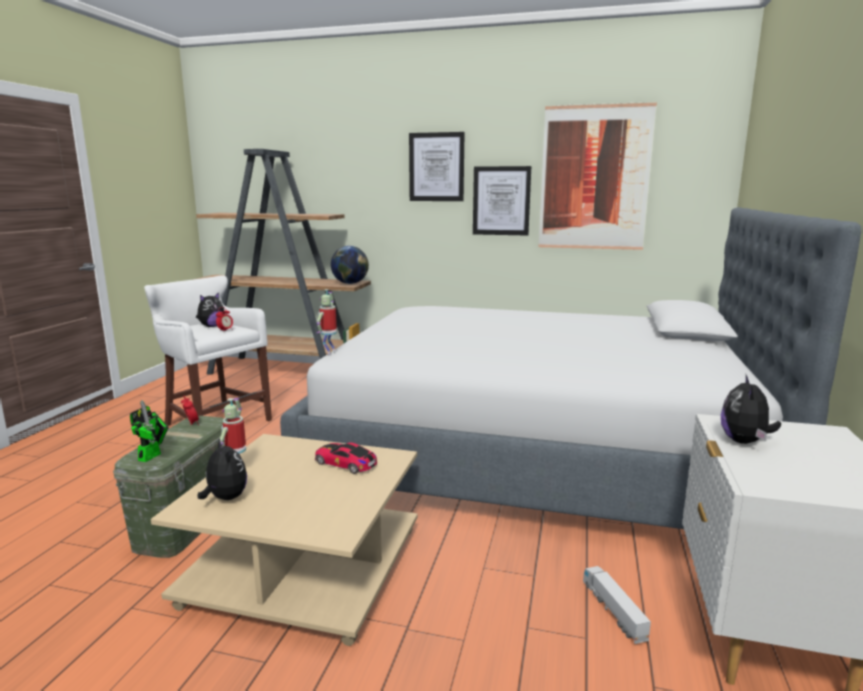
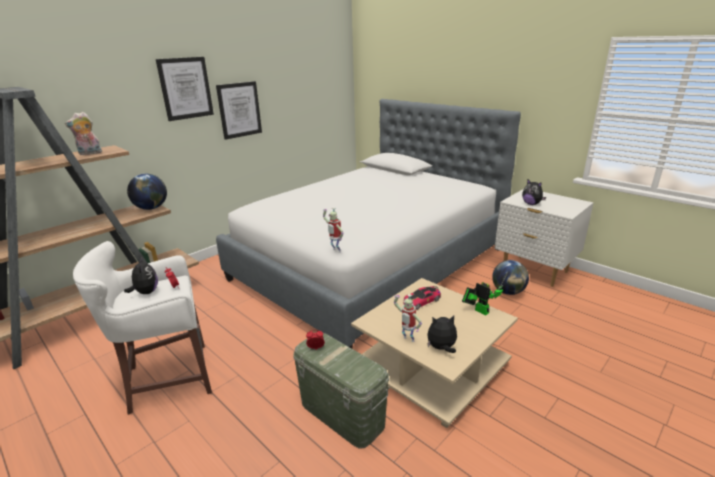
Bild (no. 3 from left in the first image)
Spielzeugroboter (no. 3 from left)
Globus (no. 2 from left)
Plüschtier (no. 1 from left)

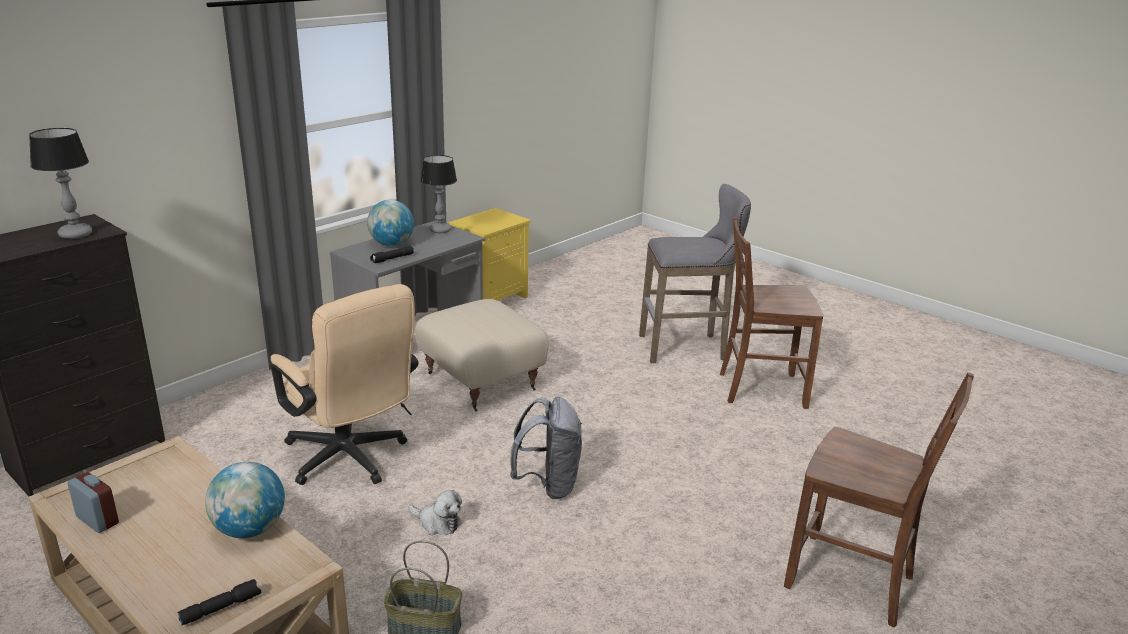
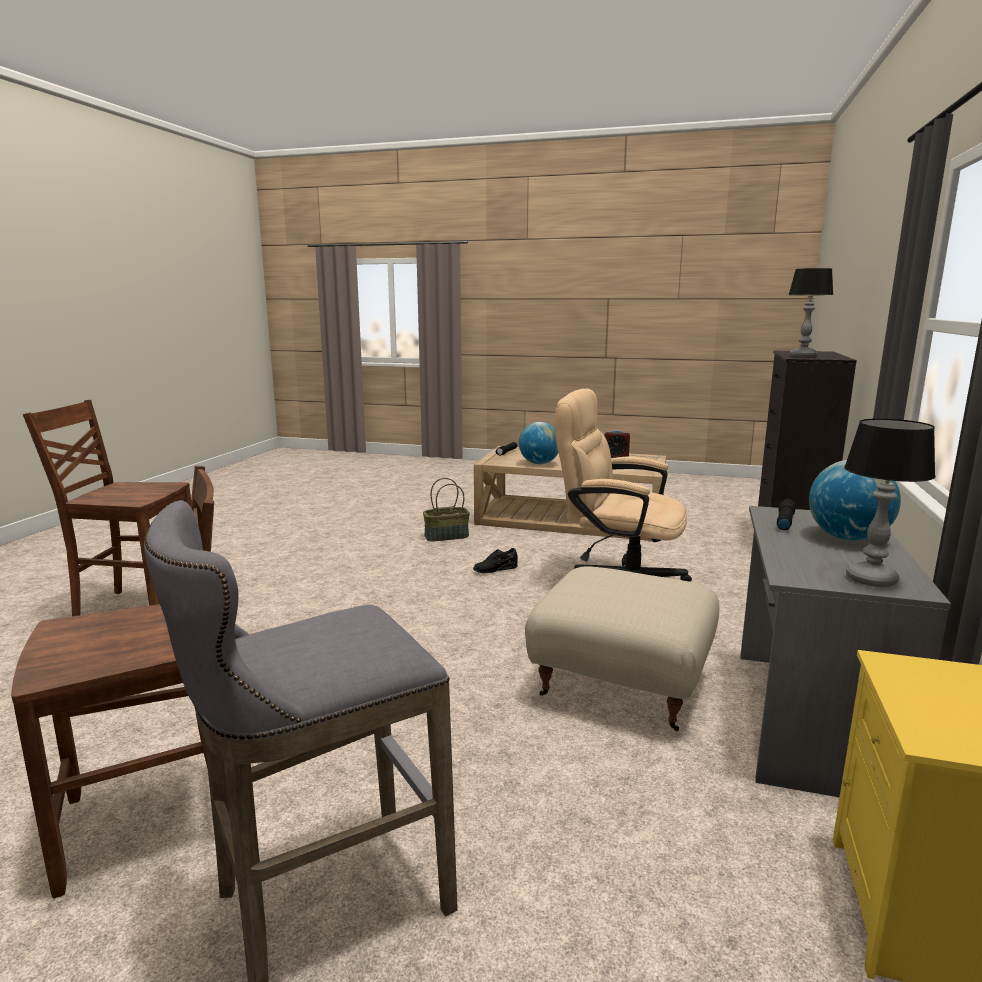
Rucksack (grau)
Schuh (schwarz)

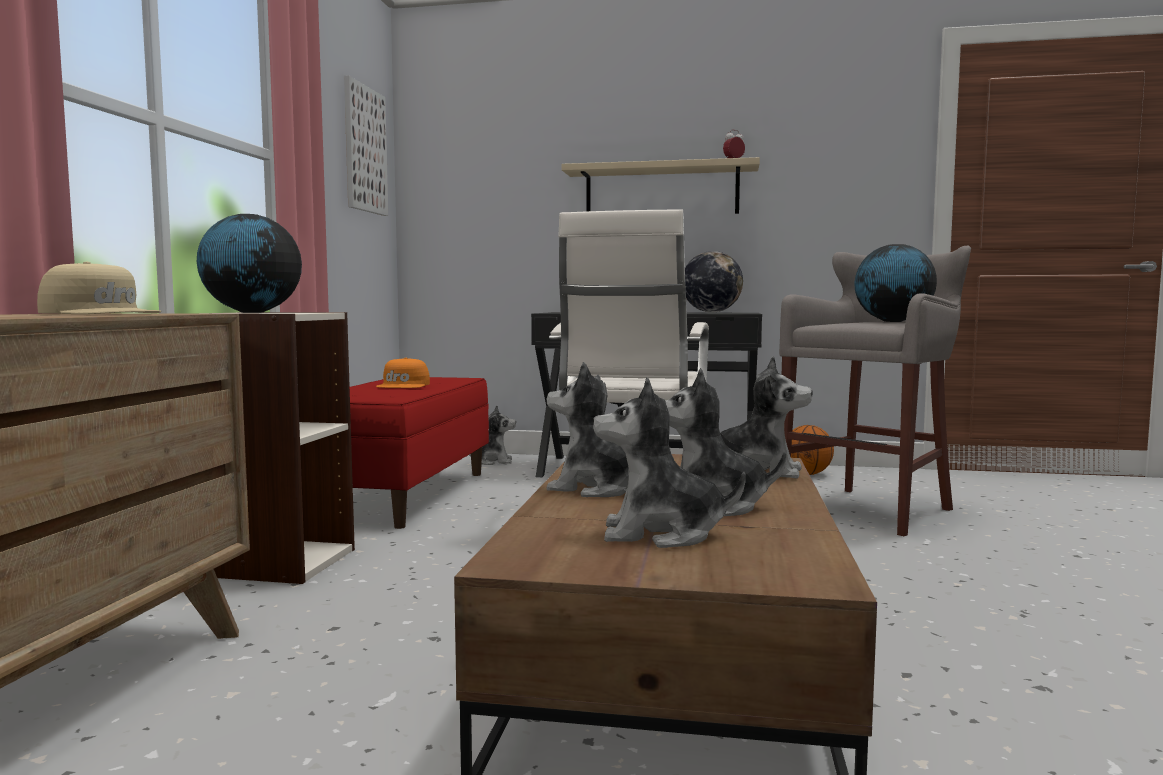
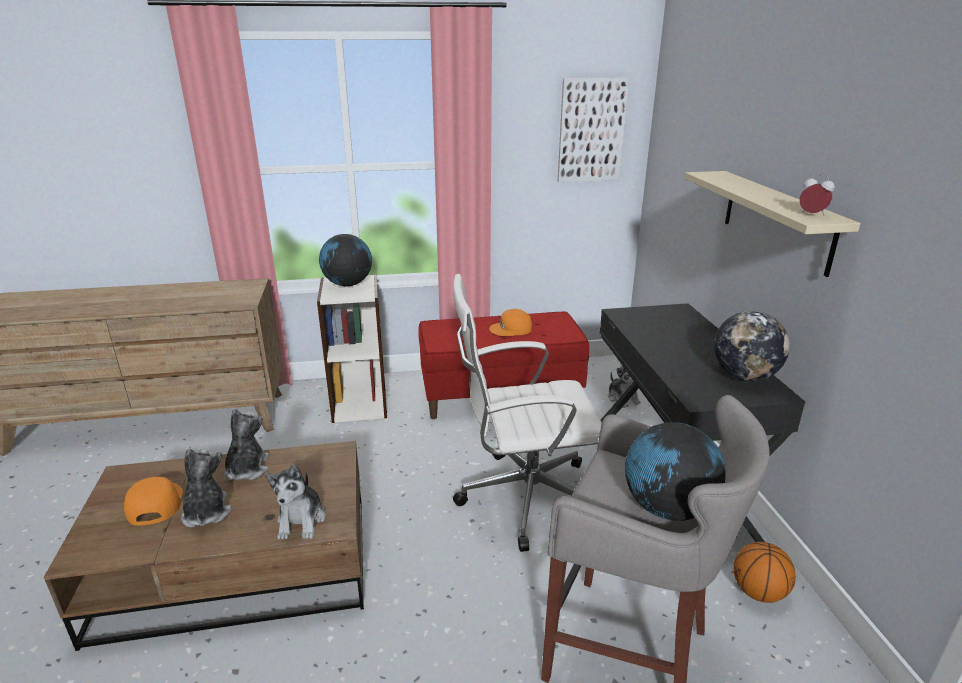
Kappe (beige)
Kappe (orange) (no. 1 from left)

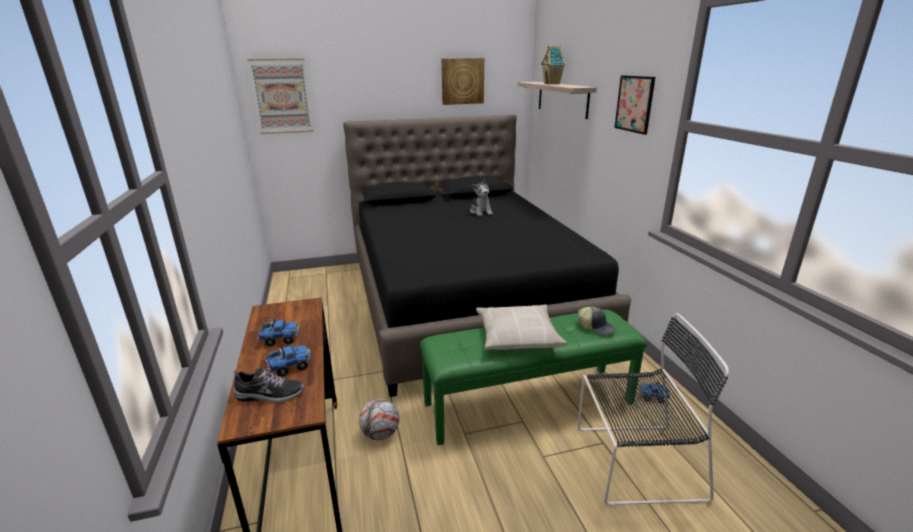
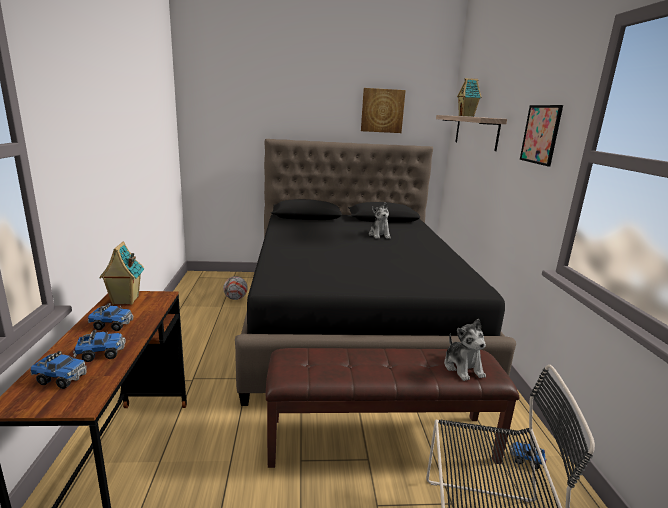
Bild (no. 1 from left in the first image)
Kissen (beige)
Plüschtier (no. 2 from left)
Bank (braun)
Spielzeuglaster (no. 1 from left)
Fußball
Spielzeughaus (no. 1 from left)

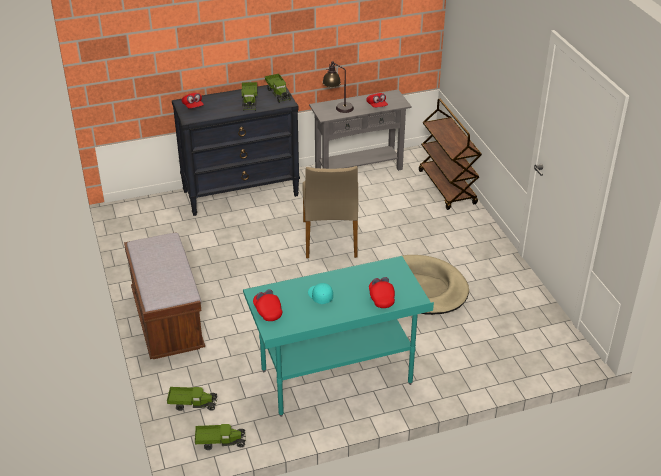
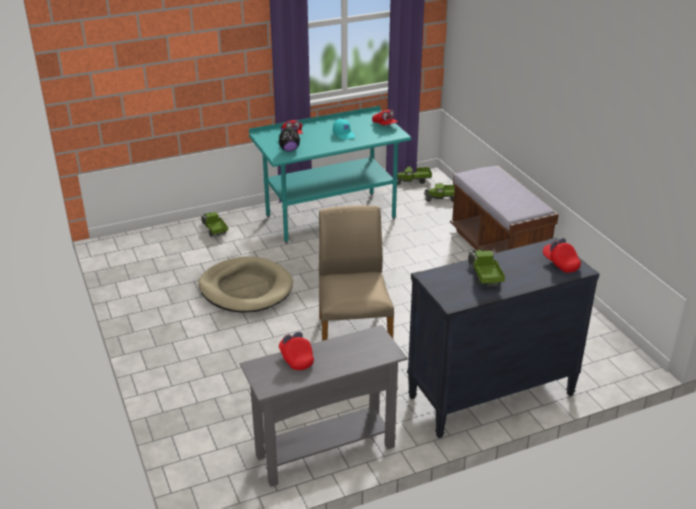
Tischlampe
Spielzeuglaster (no. 1 from left)
Rollwagen (braun)
Plüschtier

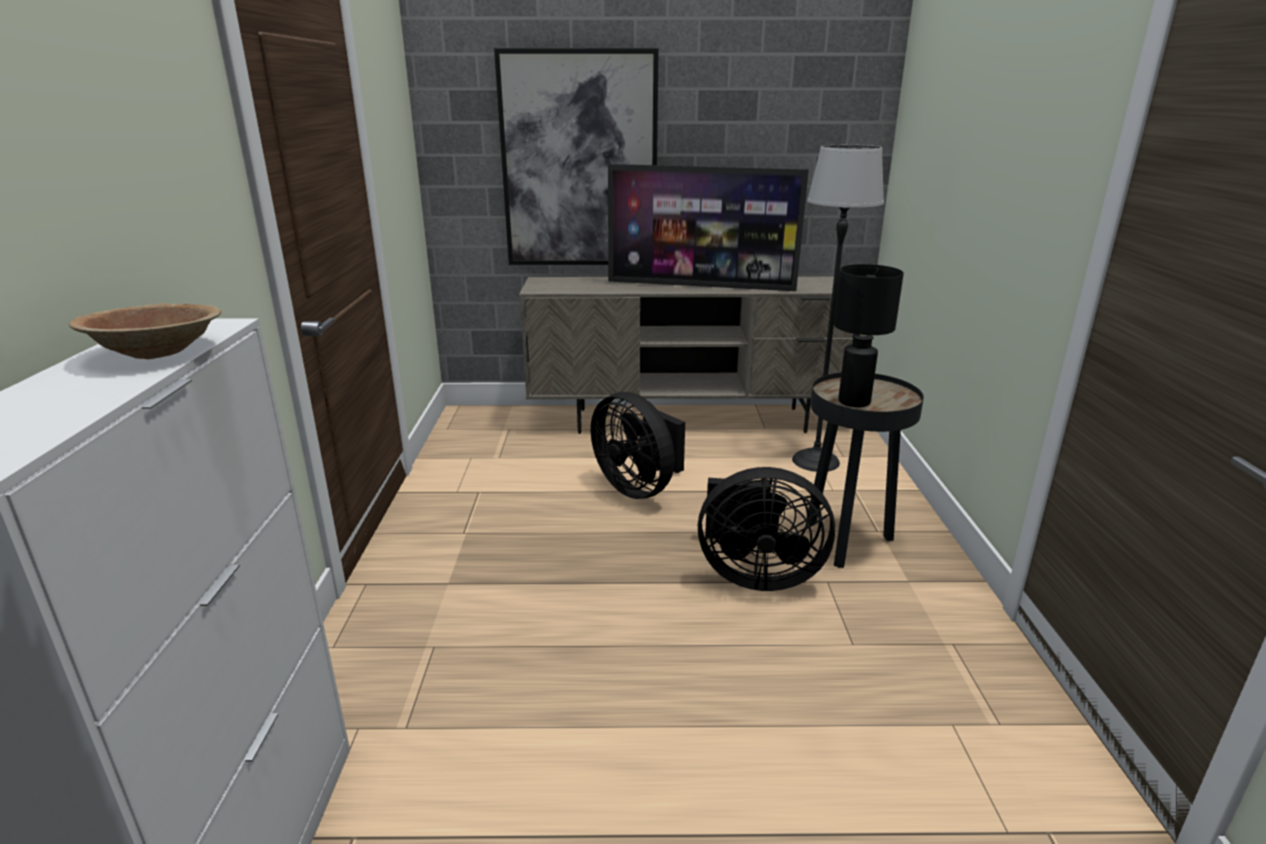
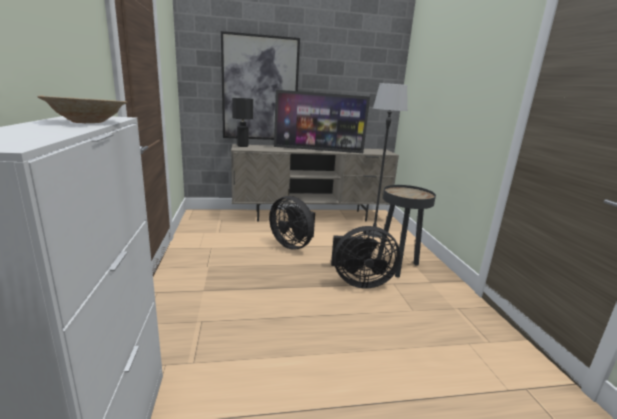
Tischlampe (schwarz)

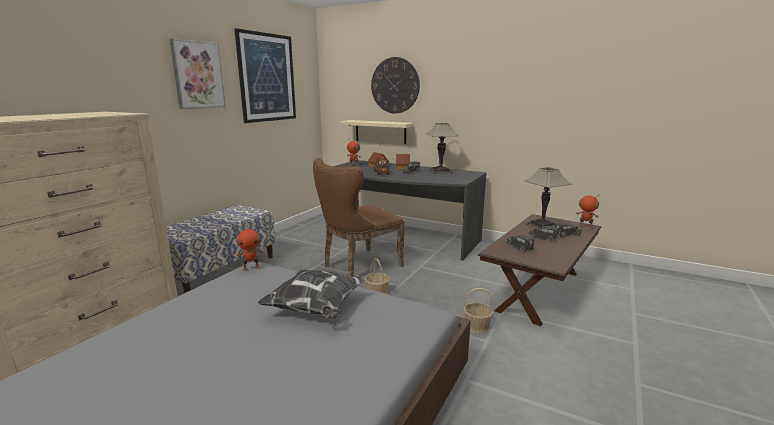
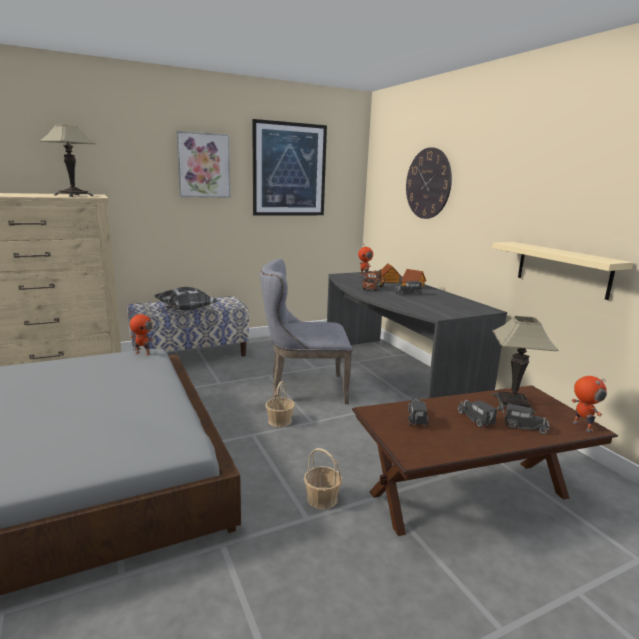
Wandregal (beige)
Tischlampe (no. 1 from left)
Stuhl (grau)
Kissen

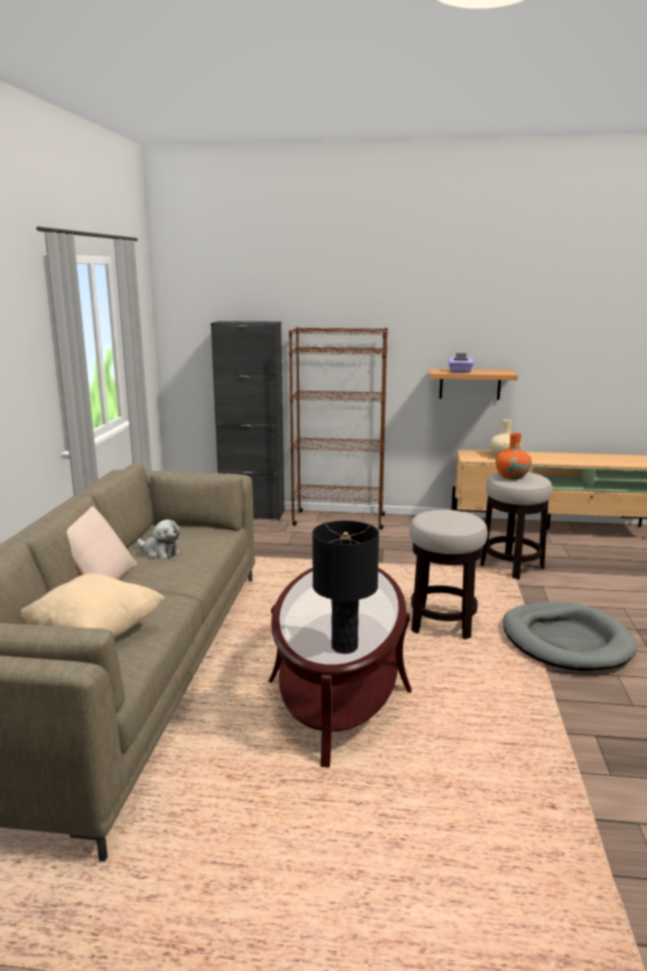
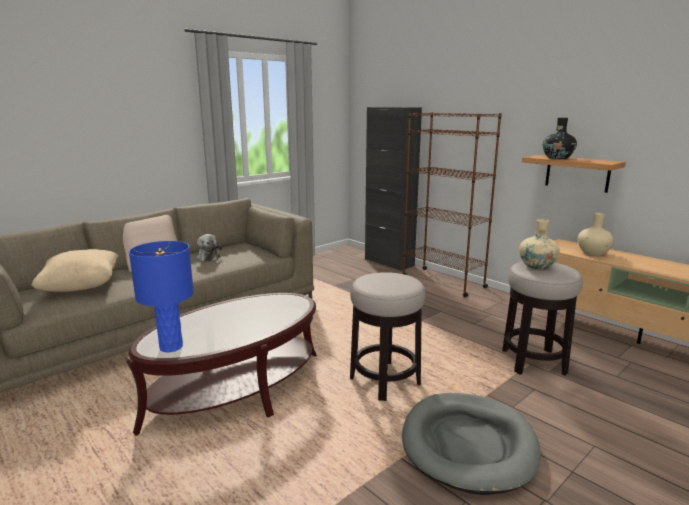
Vase (schwarz)
Vase (beige) (no. 1 from left)
Tischlampe (blau)

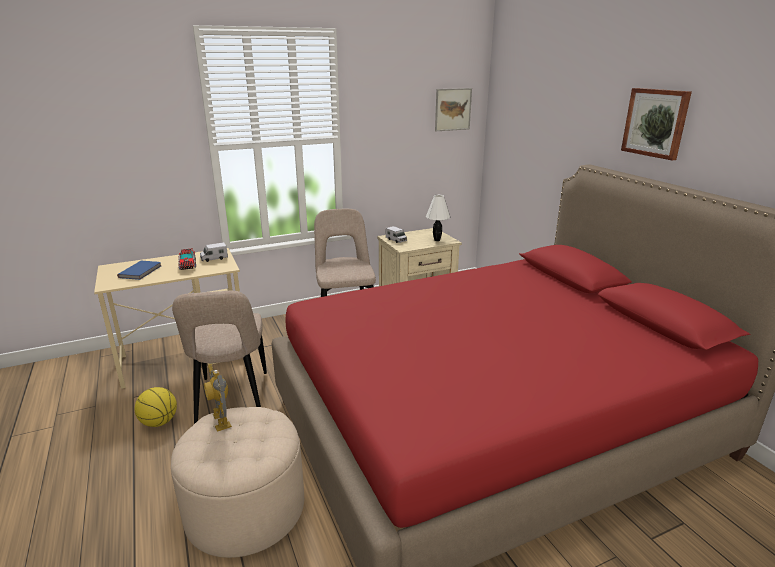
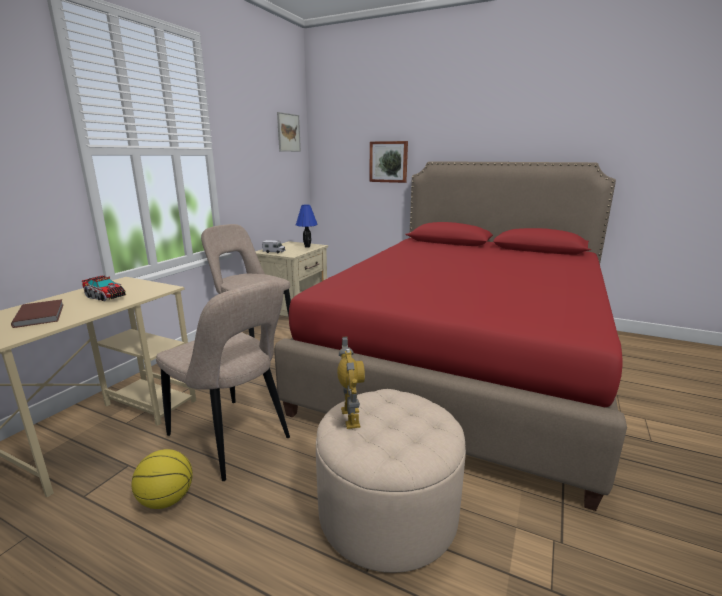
Bild (no. 2 from left)
Tischlampe (blau)
Spielzeuglaster (no. 2 from left in the first image)
Buch (braun)
Spielzeugroboter

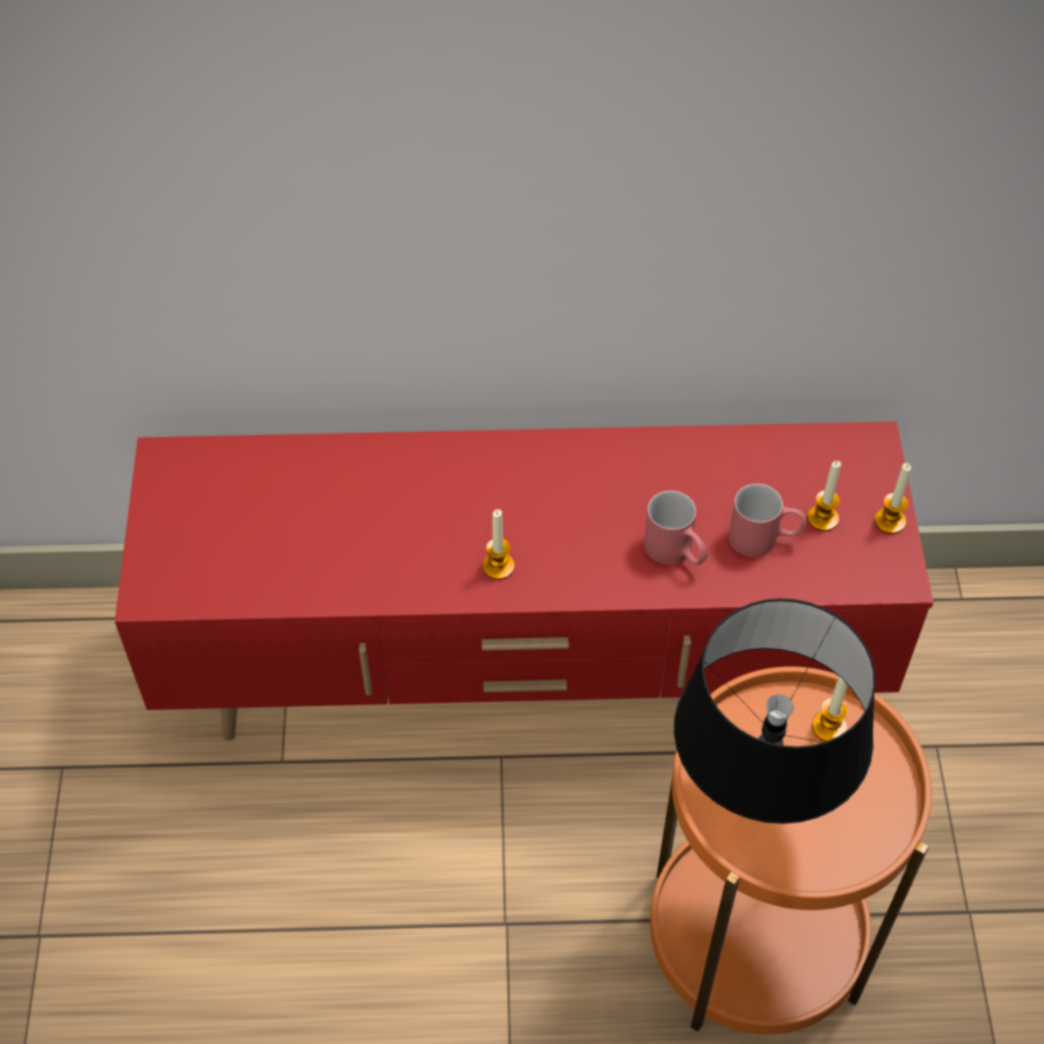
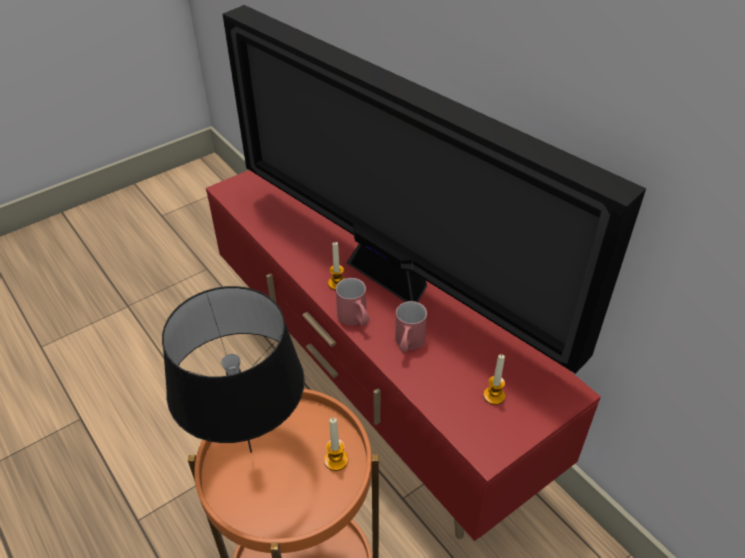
Kerze (no. 4 from left in the first image)
Henkelbecher (rot) (no. 1 from left)
Fernseher

